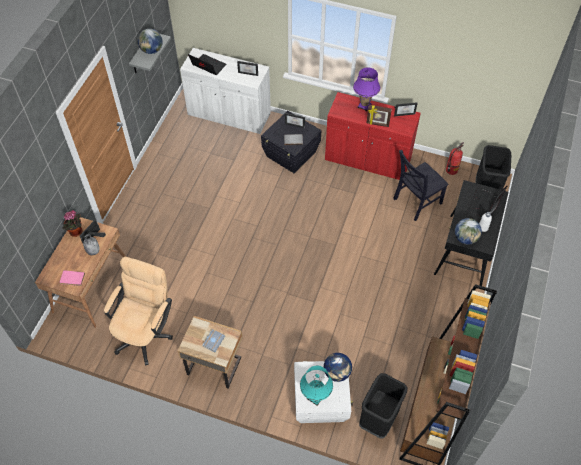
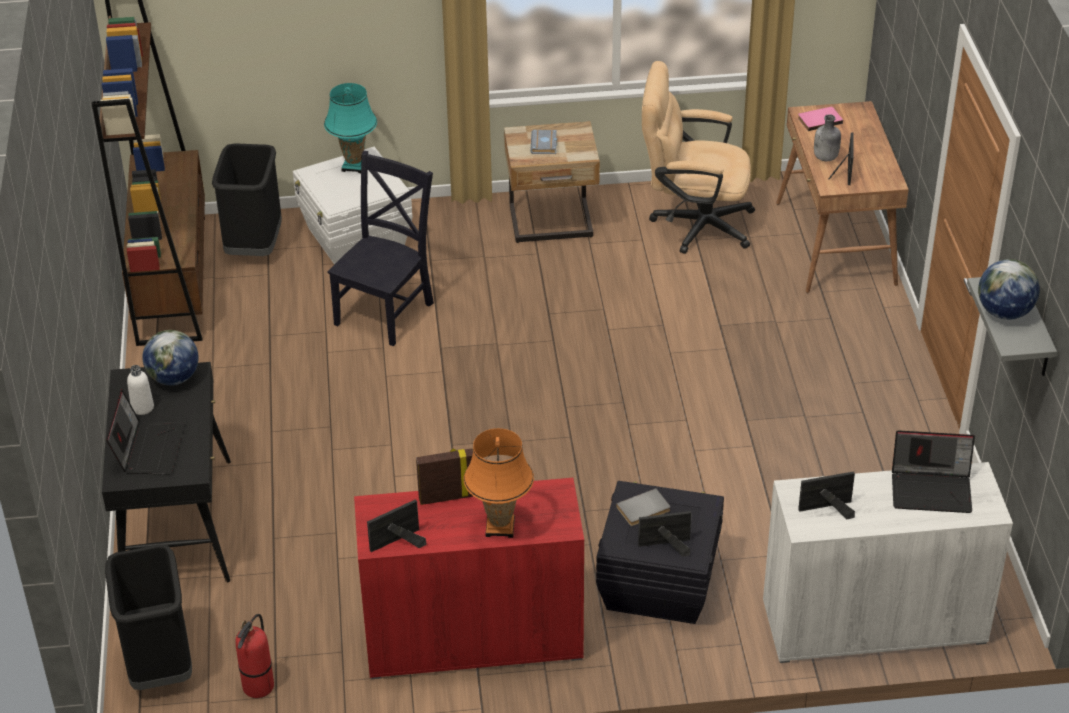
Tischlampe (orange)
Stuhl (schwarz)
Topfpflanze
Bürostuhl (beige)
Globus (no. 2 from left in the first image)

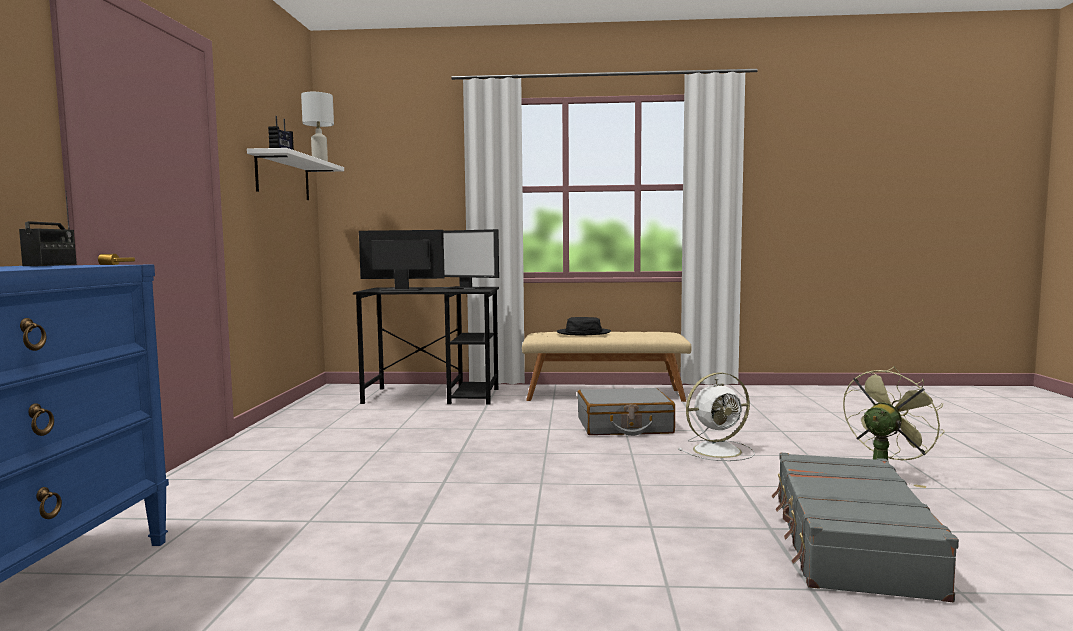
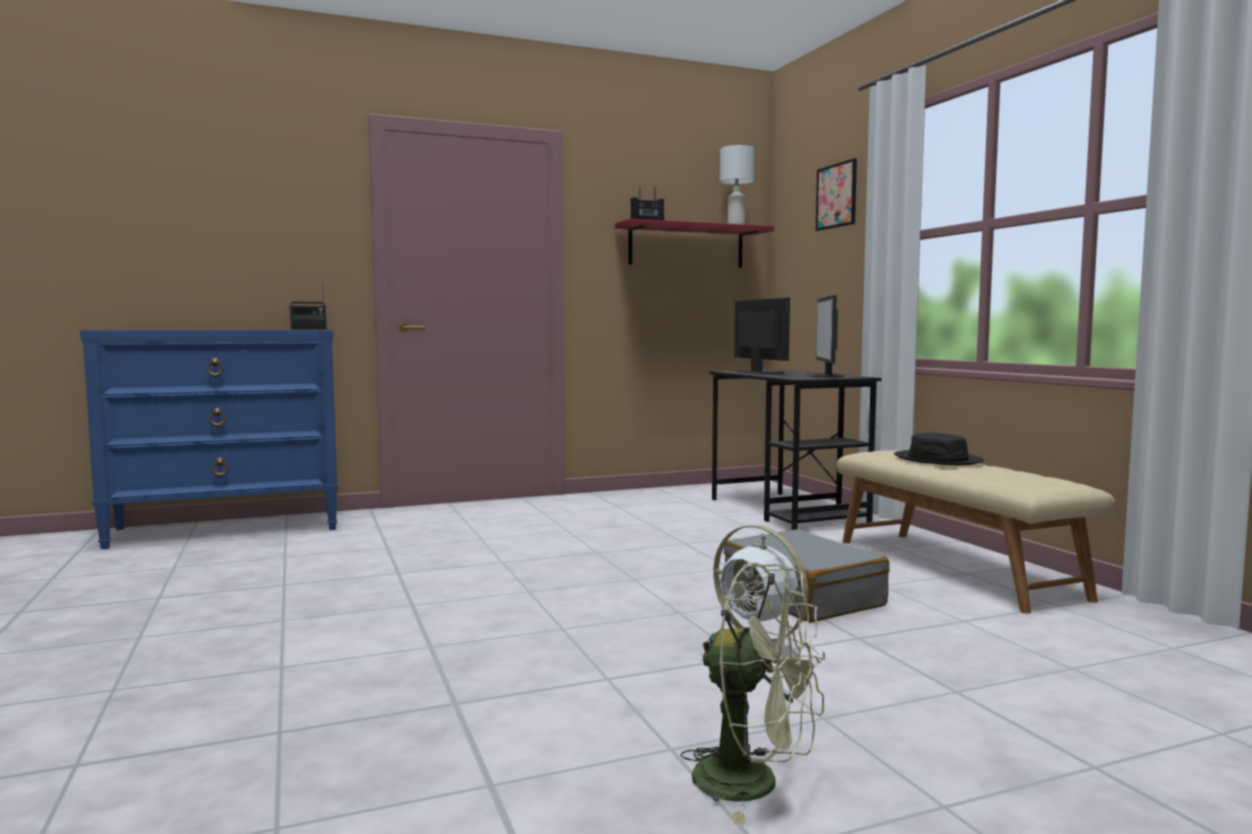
Wandregal (rot)
Koffer (grau) (no. 2 from left in the first image)
Bild

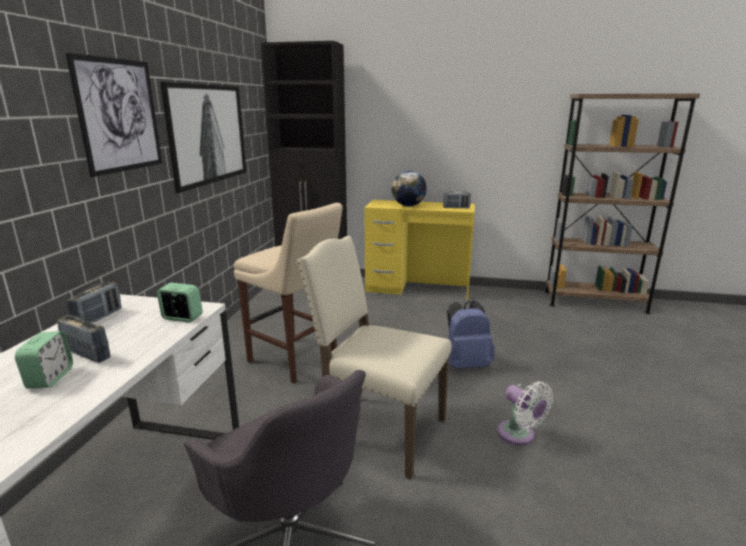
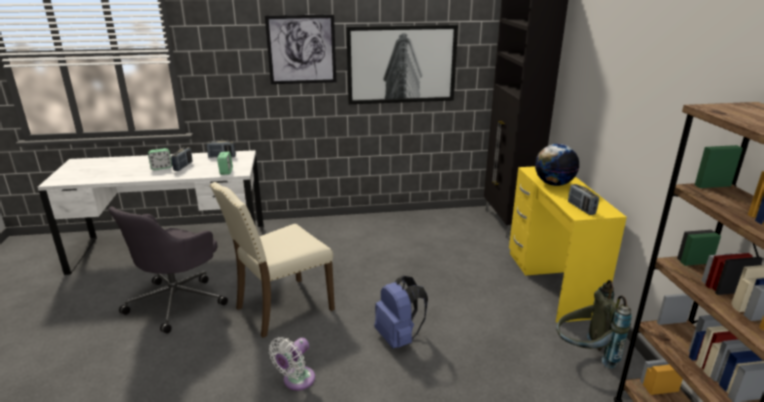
Hocker (beige)
Stuhl (beige)
Rucksack (grau)

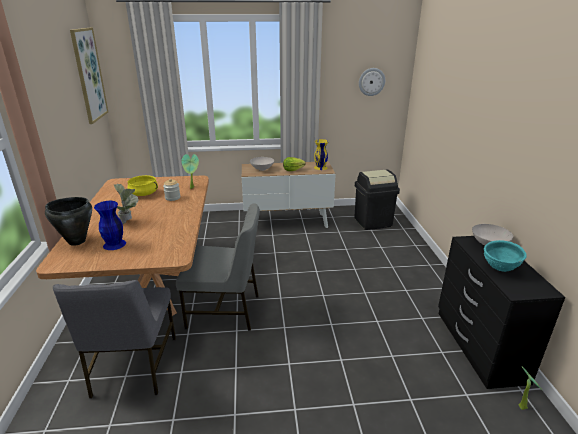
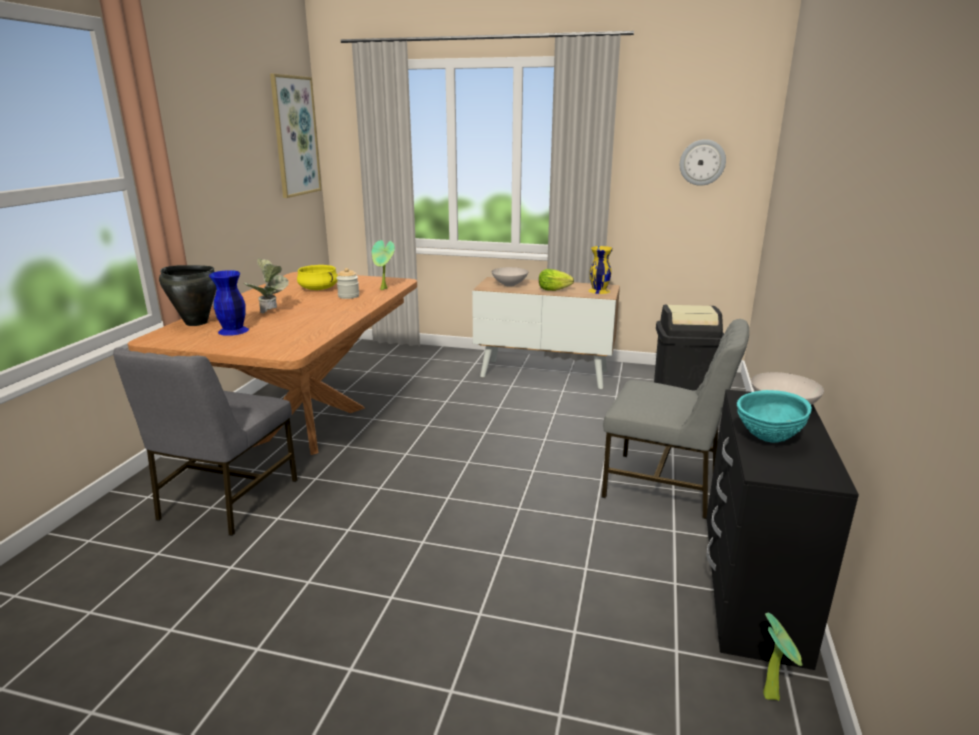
Stuhl (grau) (no. 2 from left)

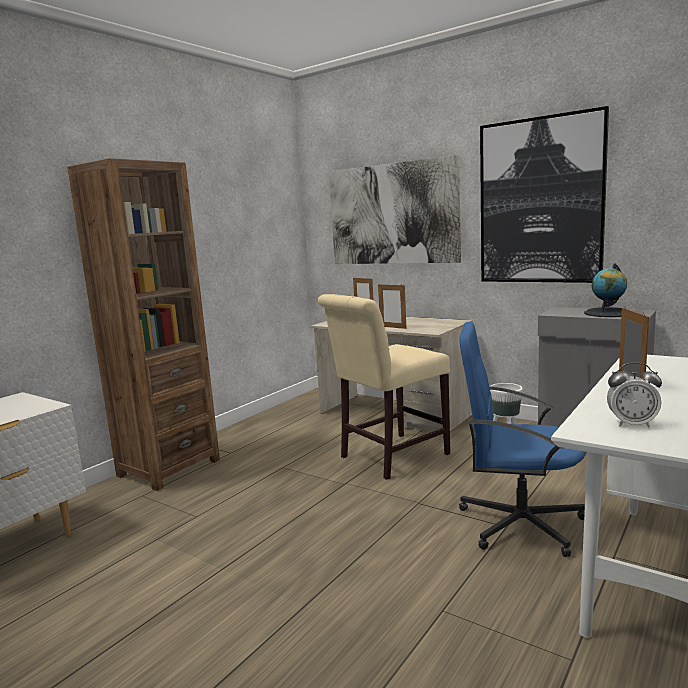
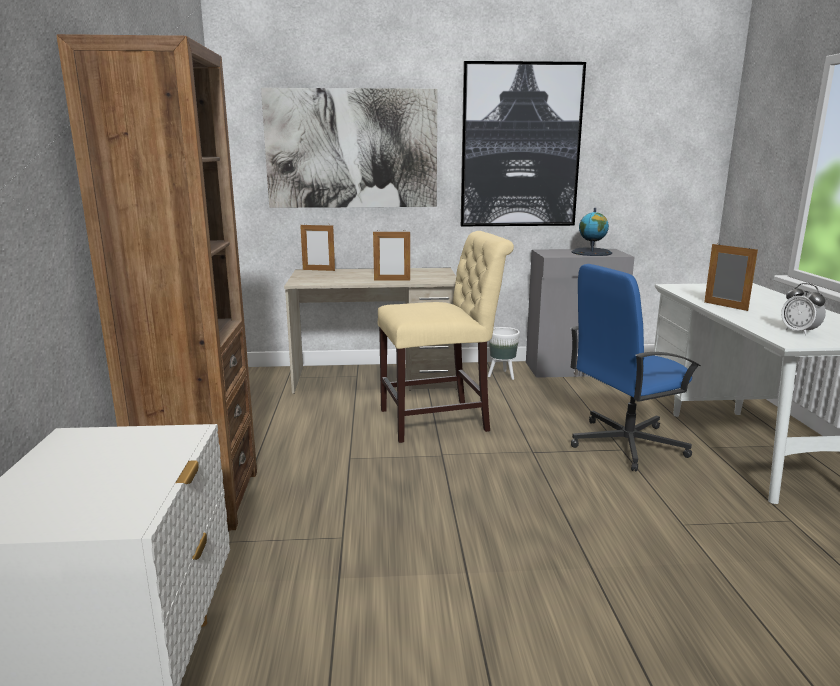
Stuhl (beige)
Wecker

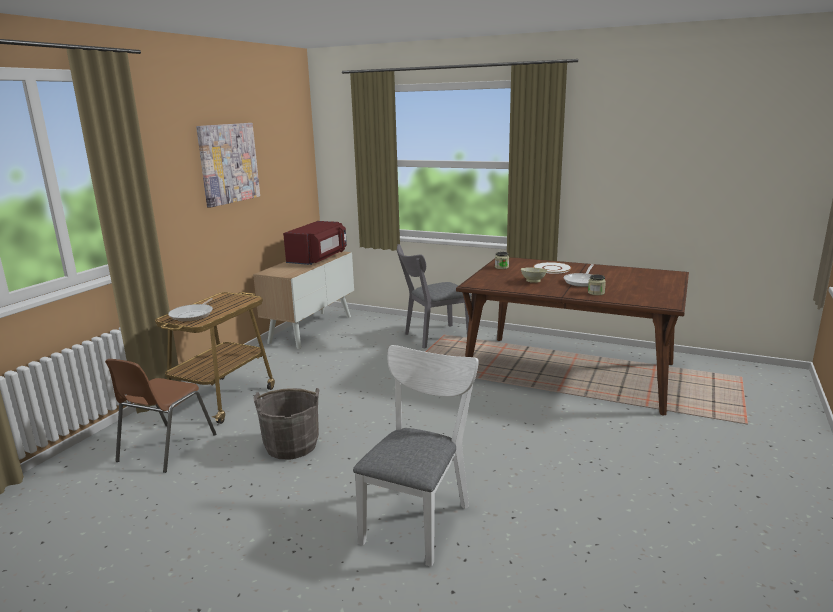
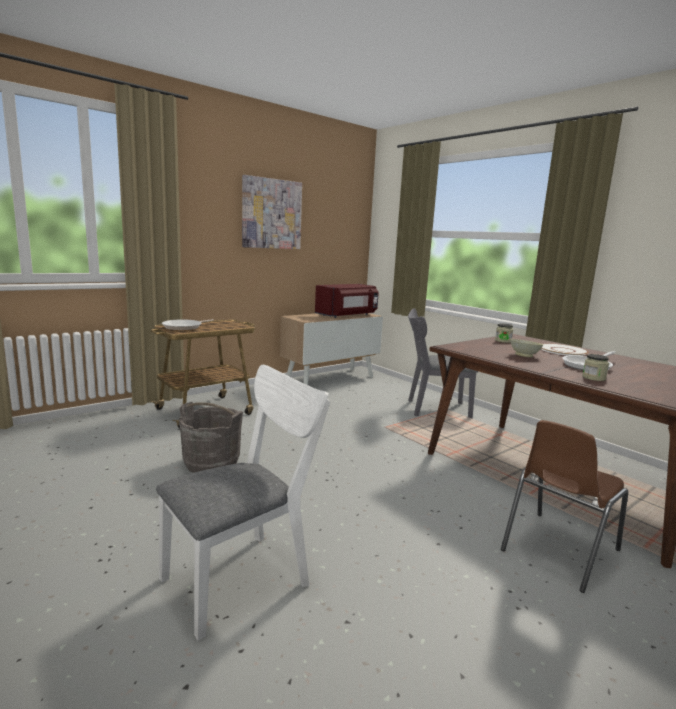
Stuhl (braun)

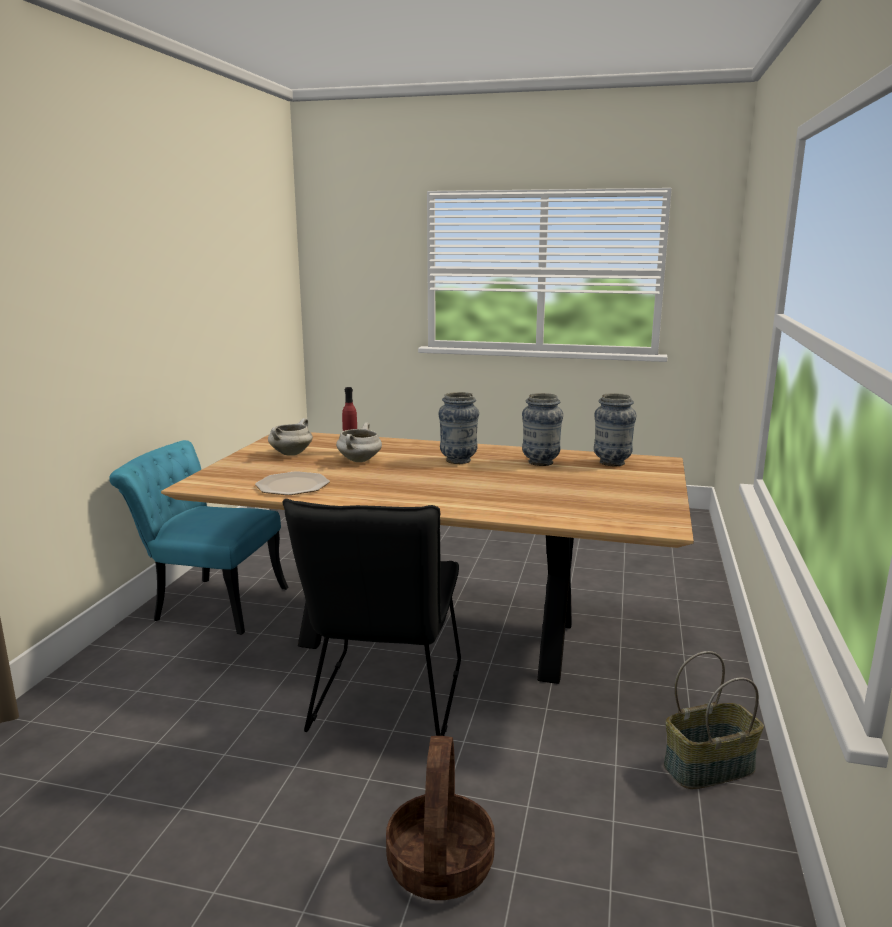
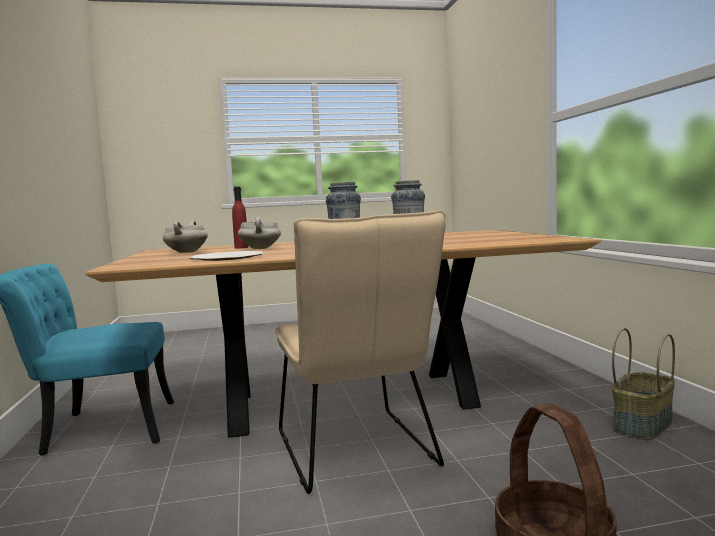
Vase (no. 3 from left in the first image)
Stuhl (beige)

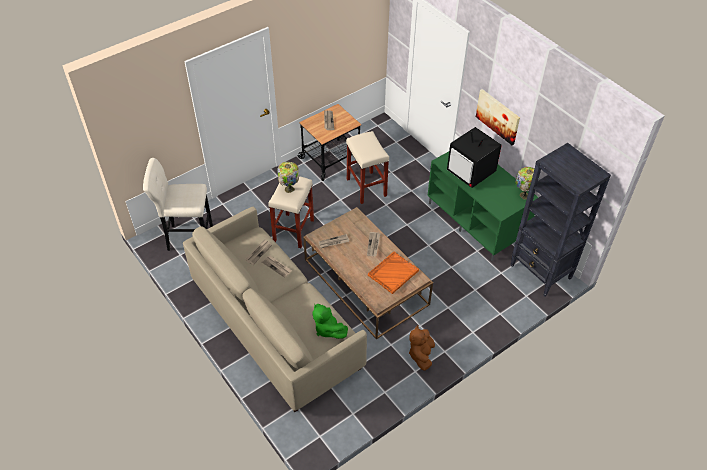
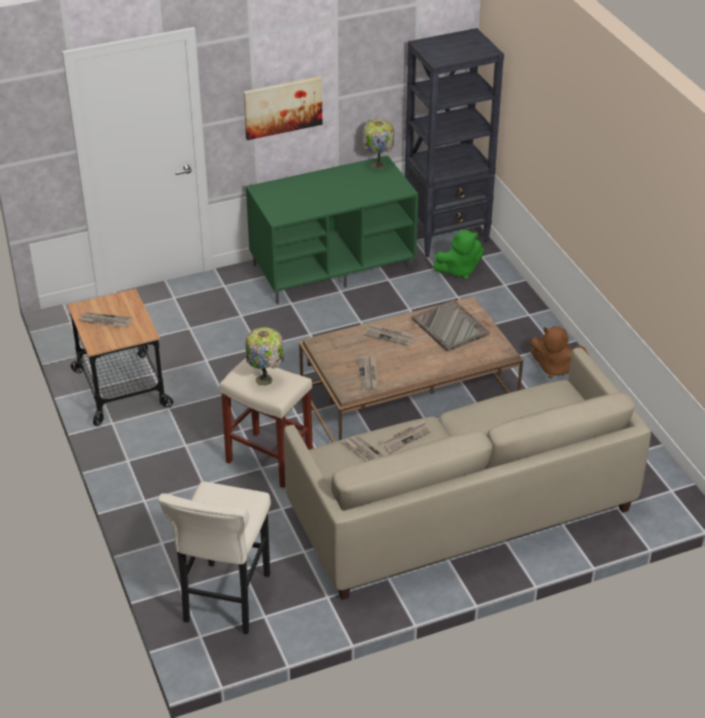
Fernseher
Hocker (beige) (no. 3 from left in the first image)
Tablett (grau)
Plüschtier (grün)

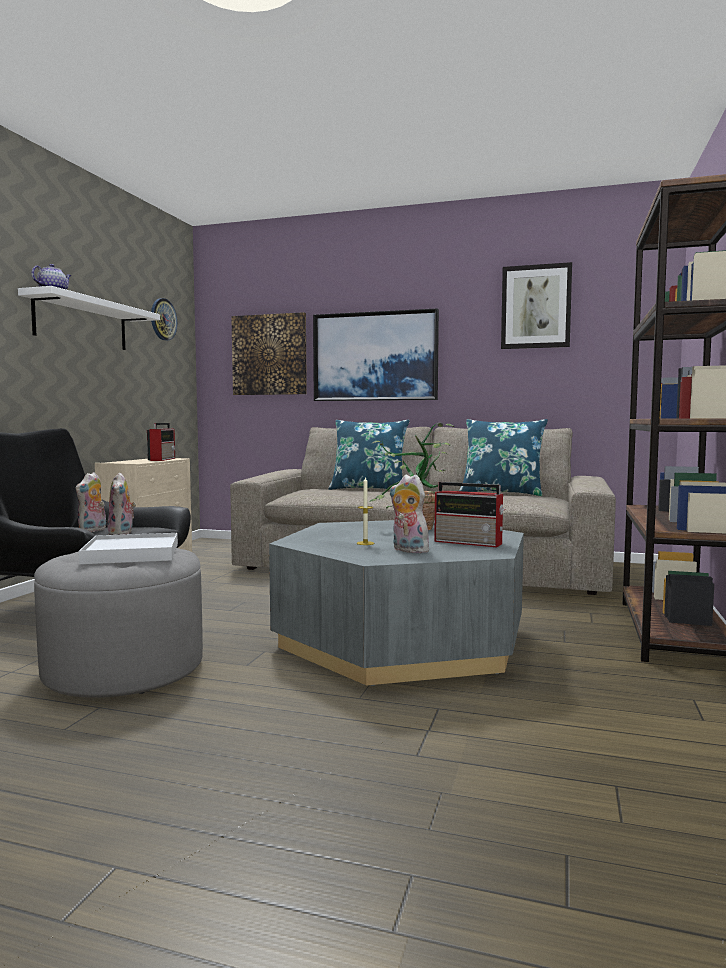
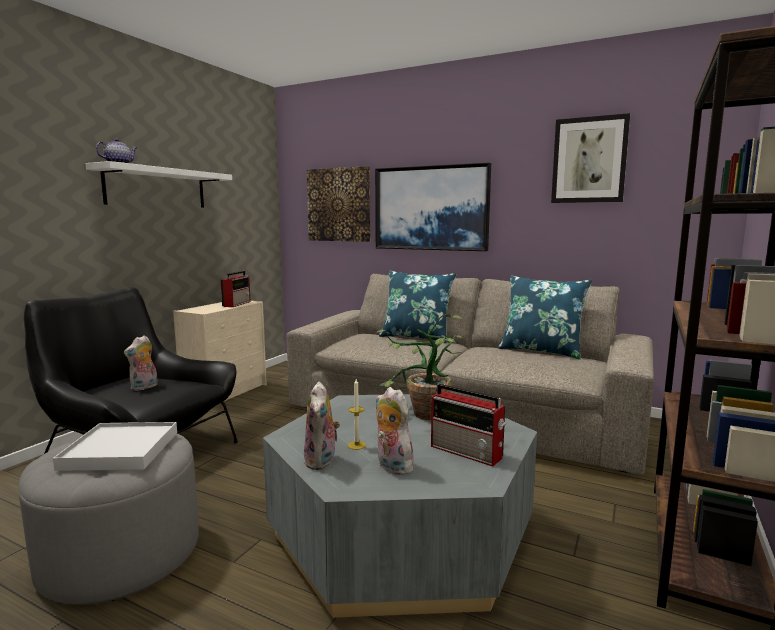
Wanduhr
Plüschtier (no. 2 from left)

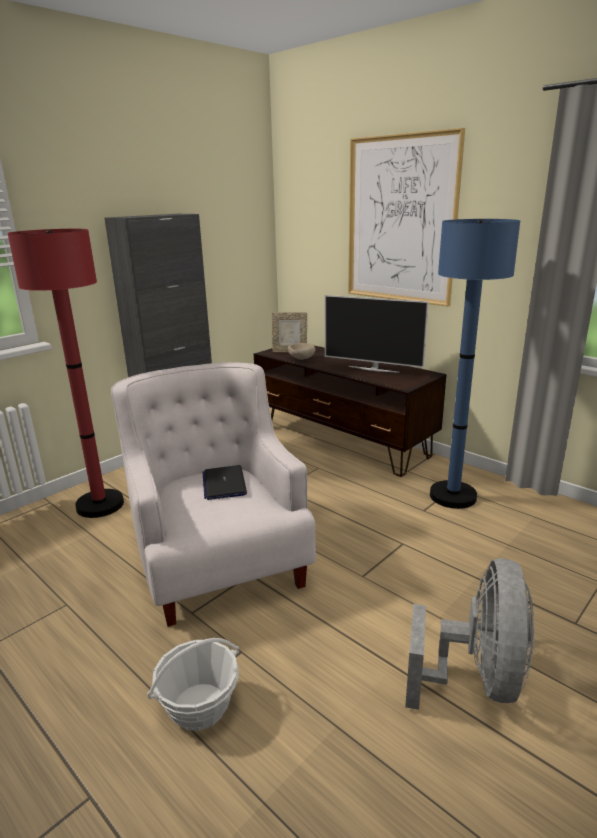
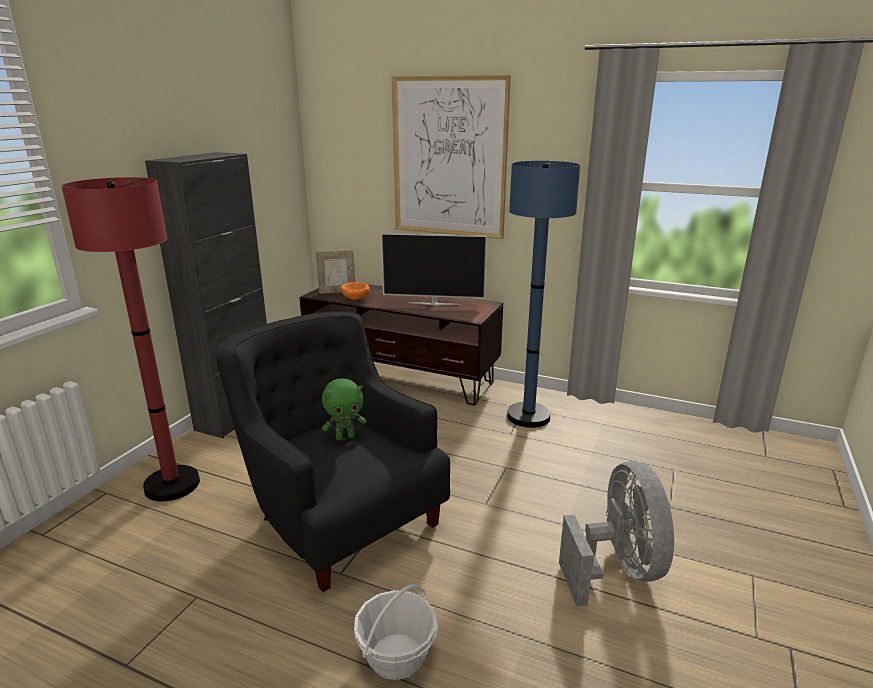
Schüssel (orange)
Sessel (schwarz)
Plüschtier (grün)

